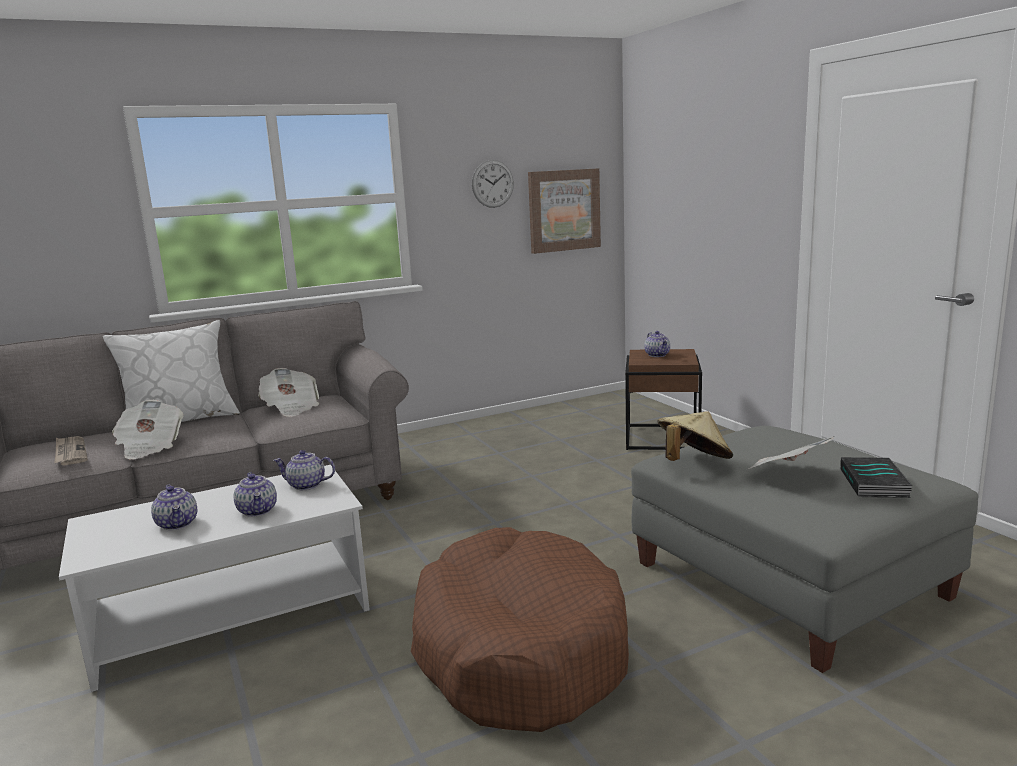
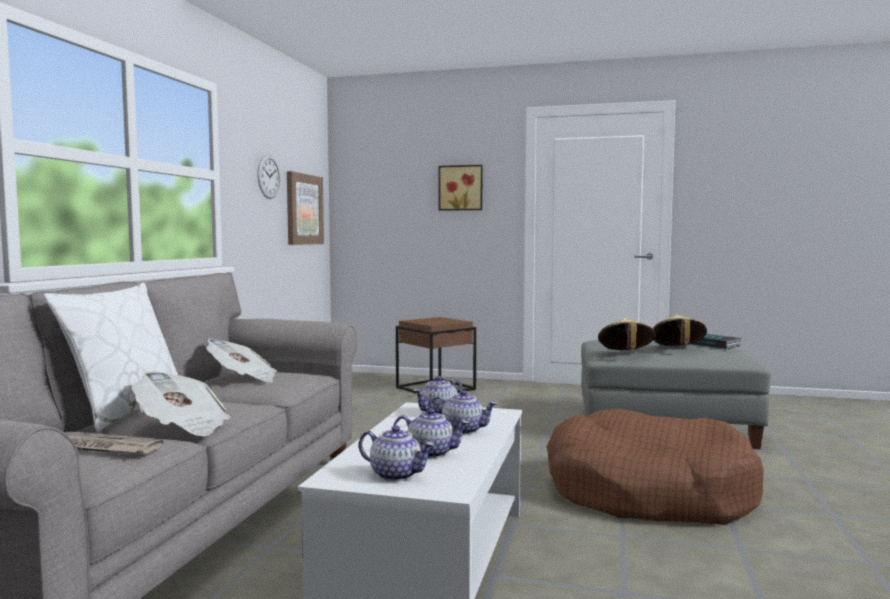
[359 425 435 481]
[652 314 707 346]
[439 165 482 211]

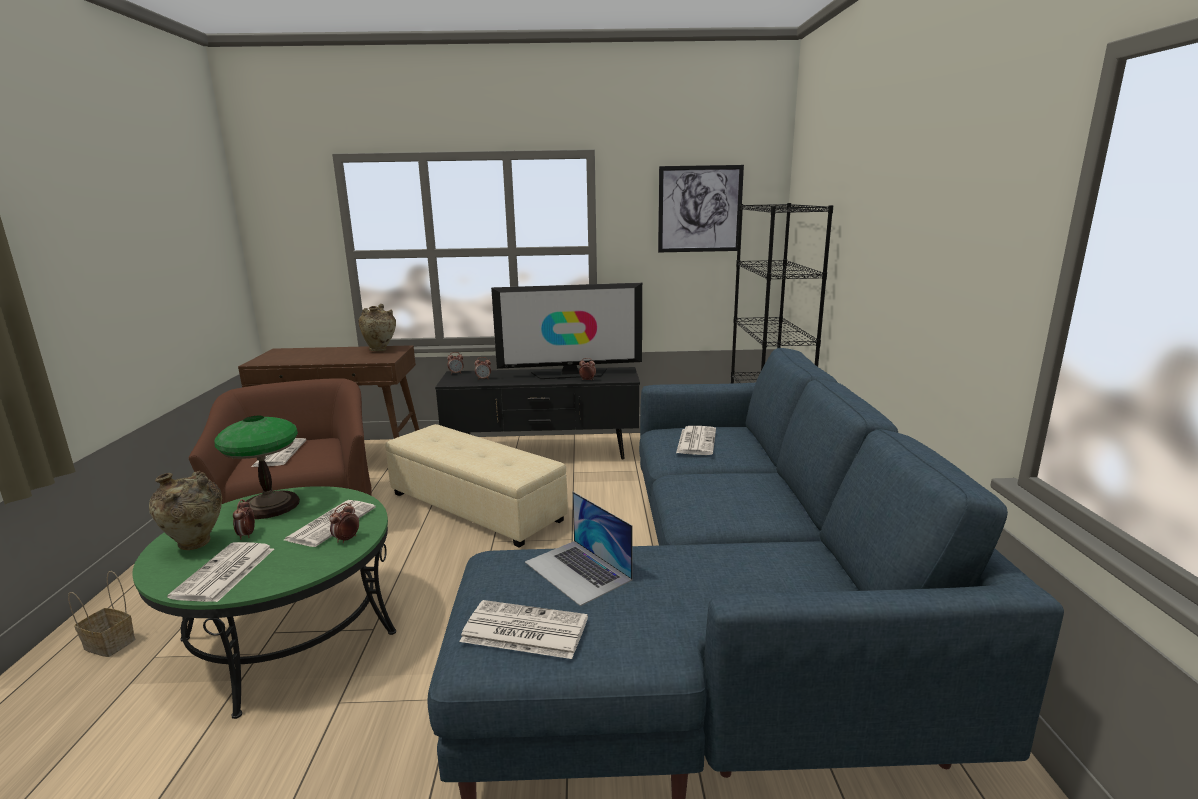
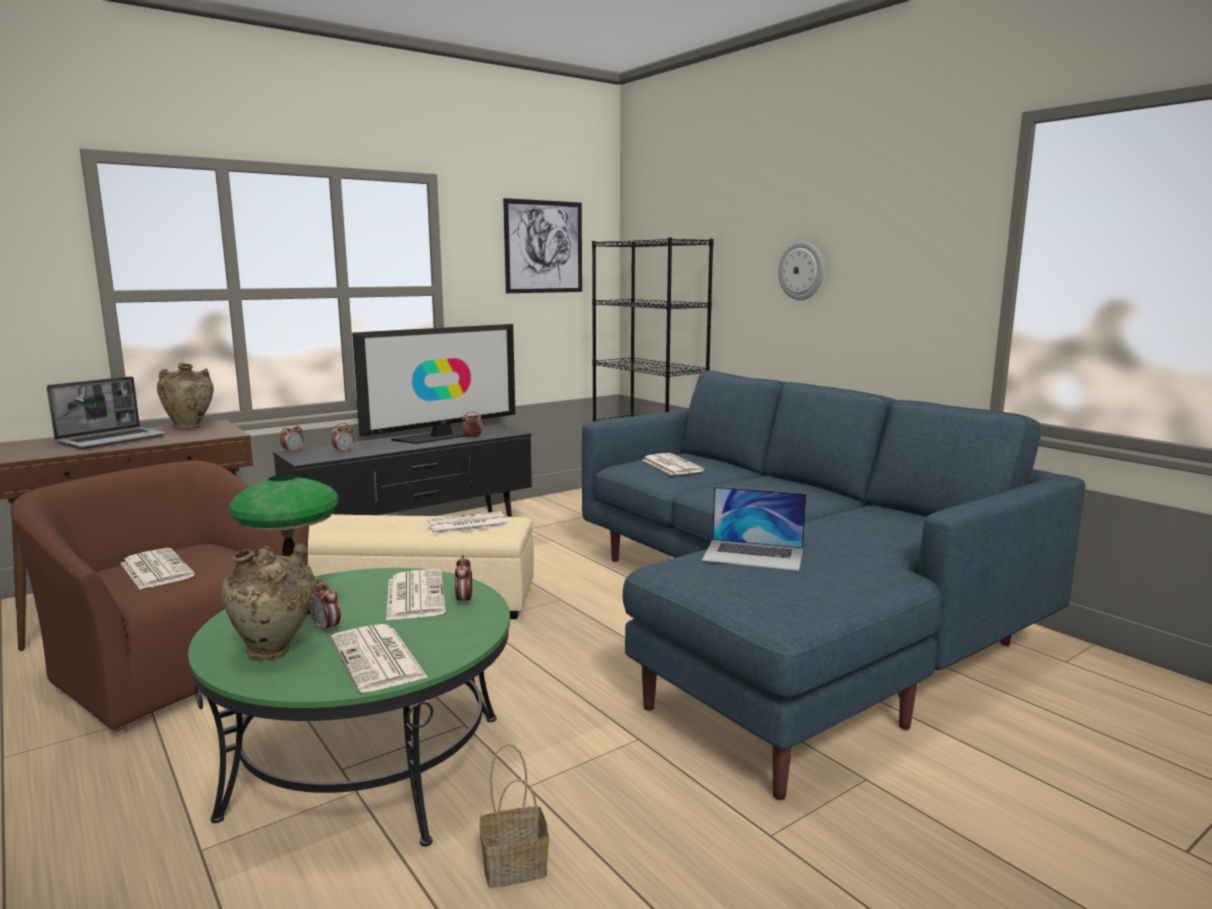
[479 744 549 888]
[427 511 509 535]
[47 376 166 449]
[778 241 824 300]

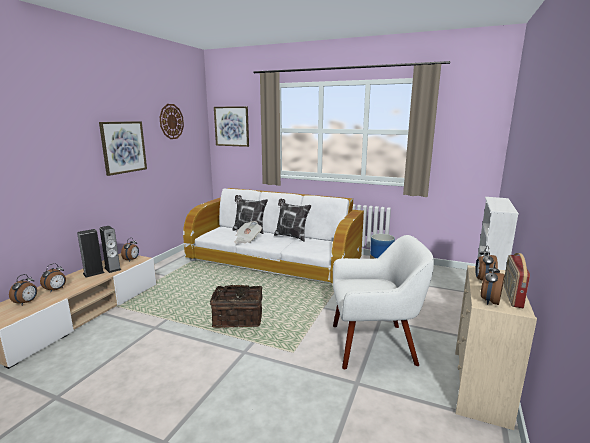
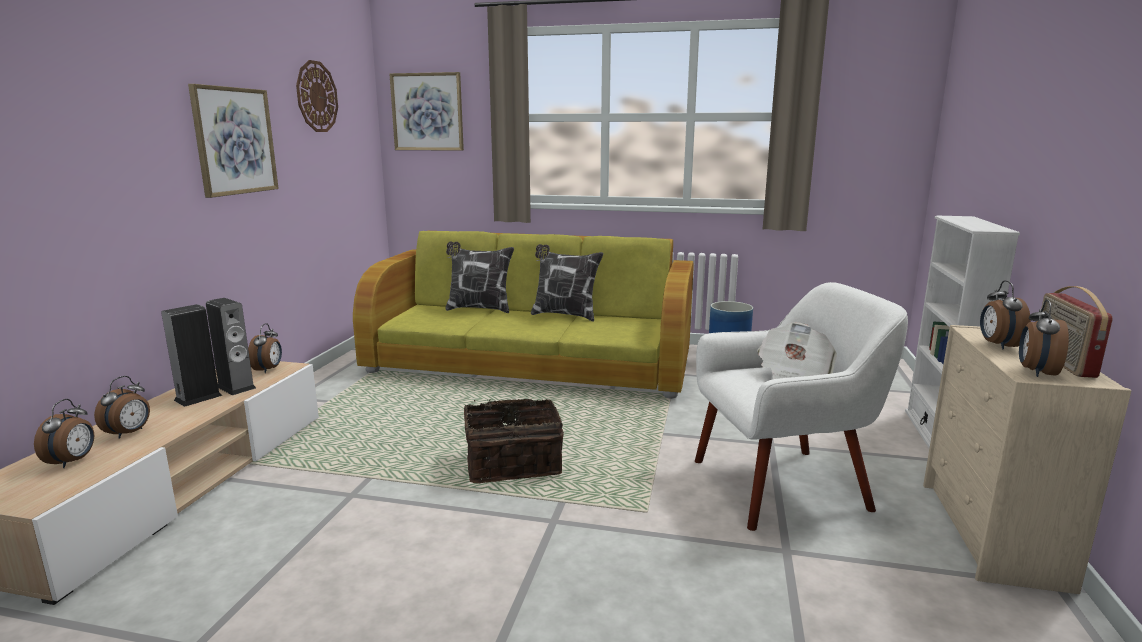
[353 231 694 399]
[757 322 837 379]

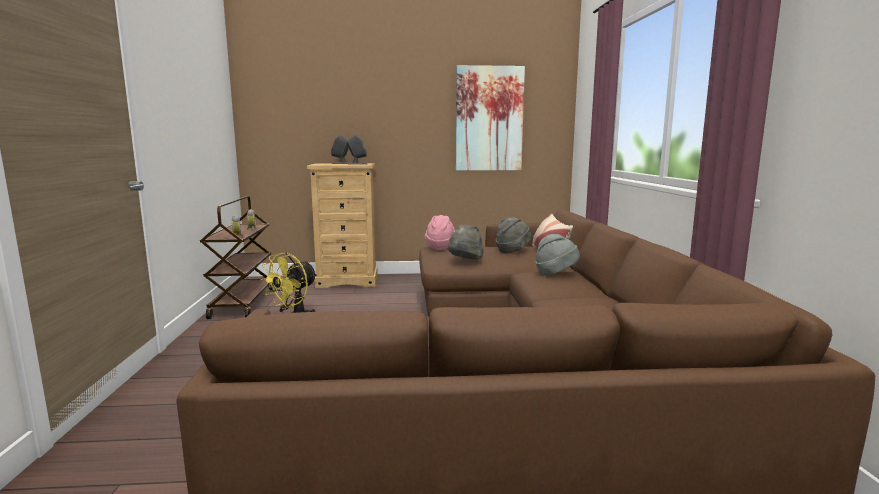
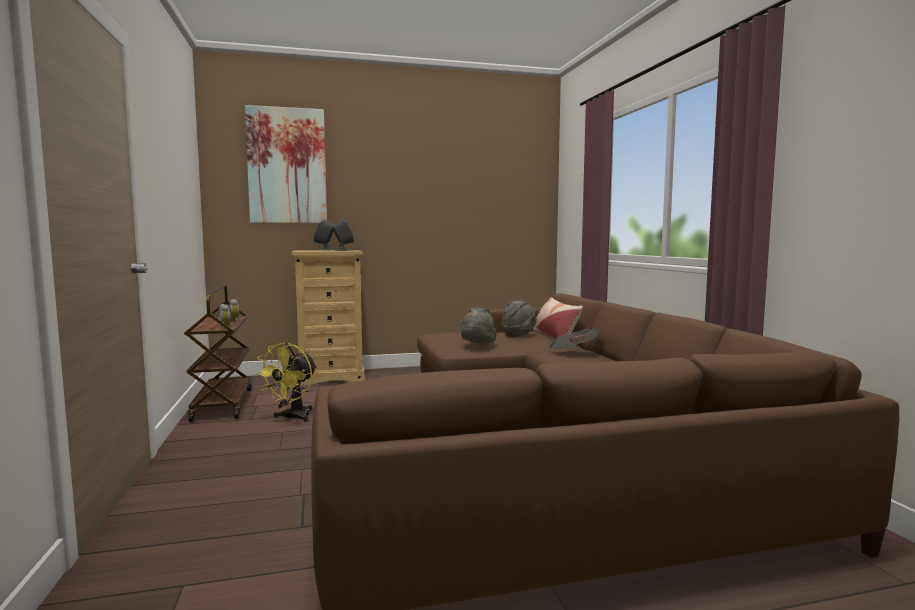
[425 215 455 250] (first image)
[245 105 327 223]
[549 328 601 349]

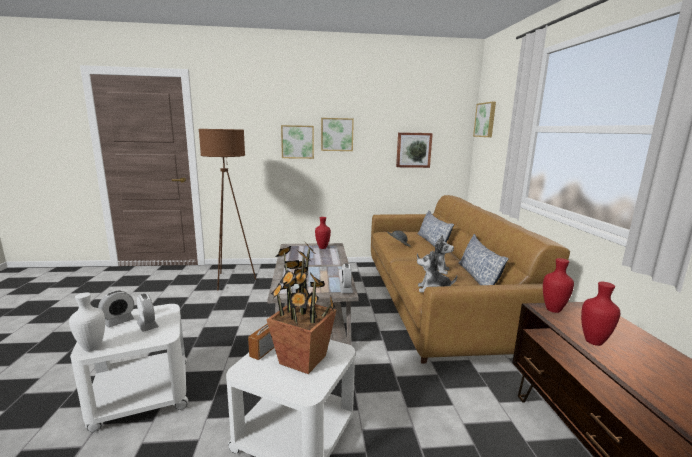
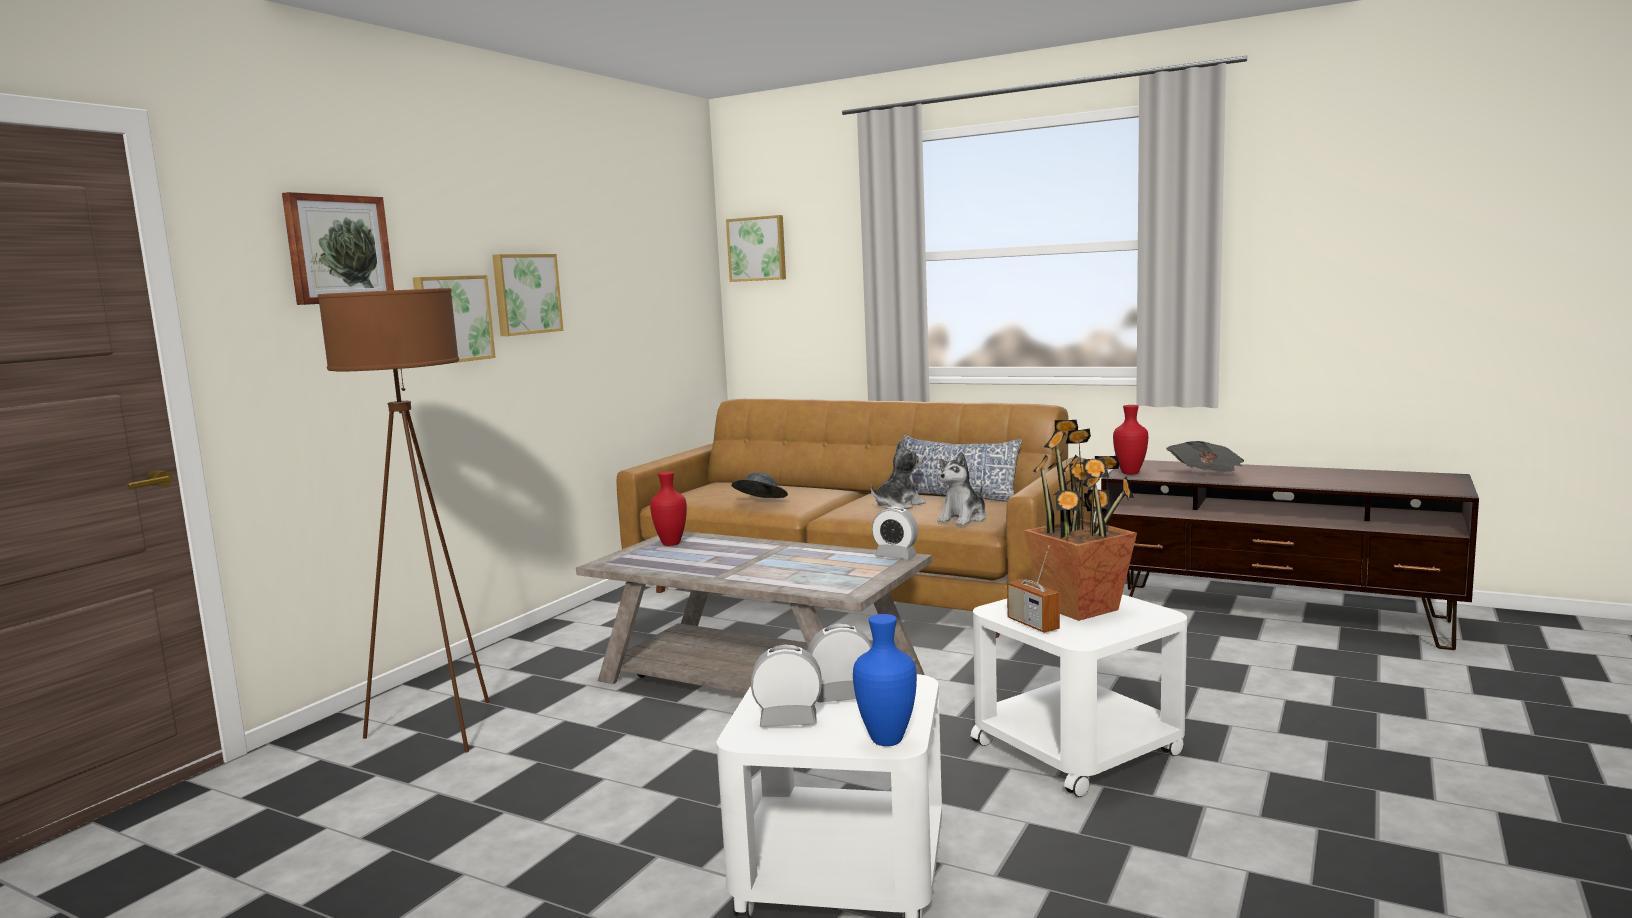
[853 614 917 746]
[751 645 822 727]
[282 192 394 305]
[418 211 454 247] (first image)
[1166 441 1244 472]

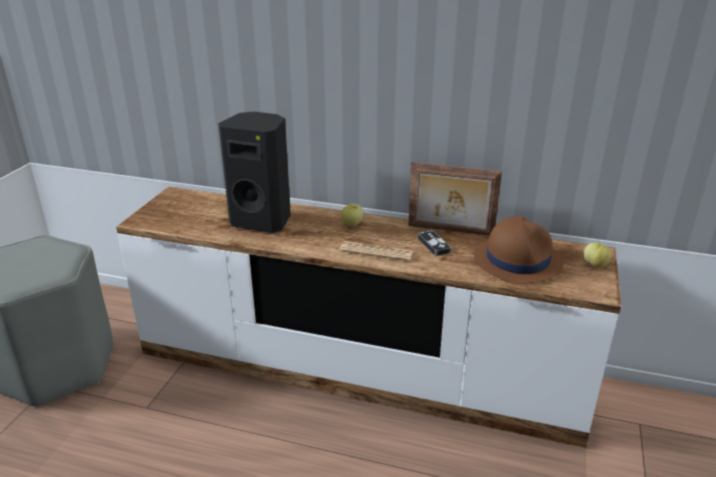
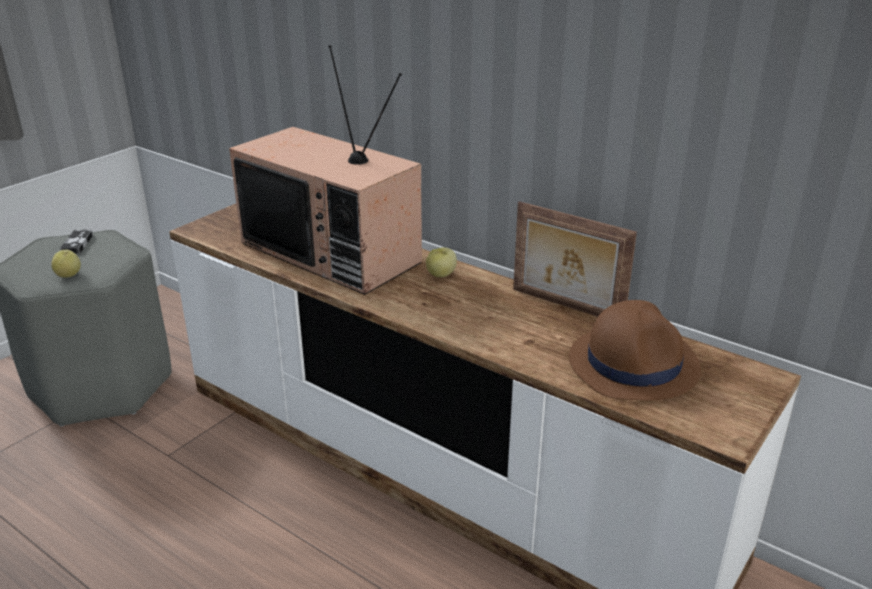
[229 45 422 295]
[339 241 413 261] (first image)
[60 230 93 254]
[51 250 81 278]

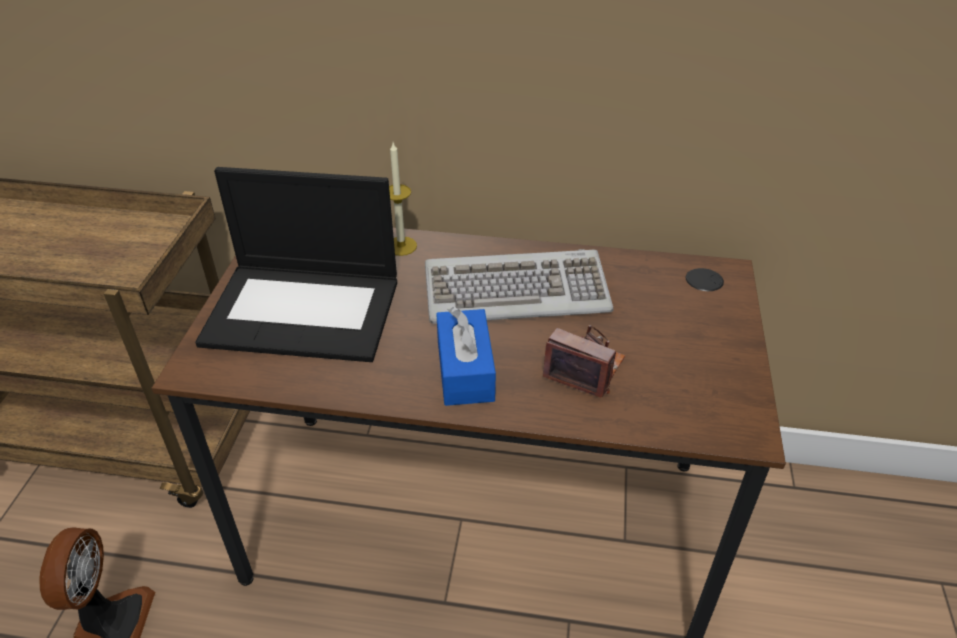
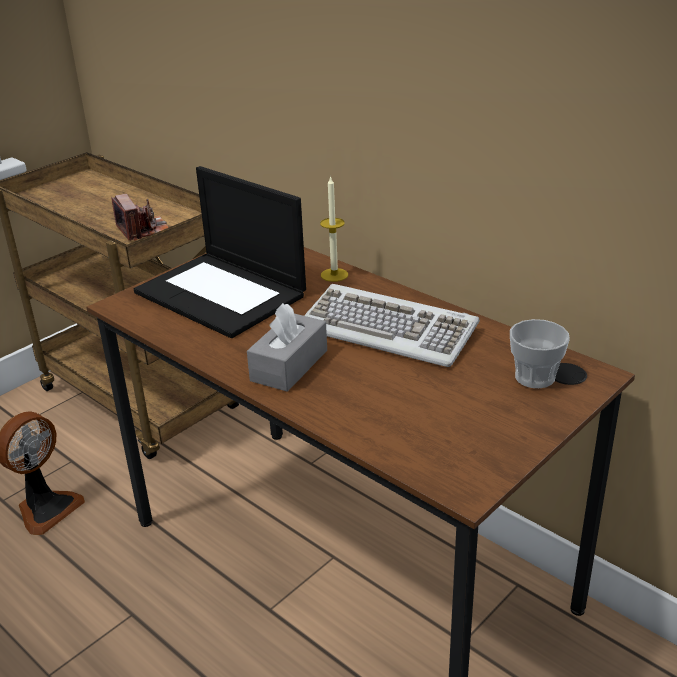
[247 303 327 392]
[111 194 169 241]
[510 319 570 388]

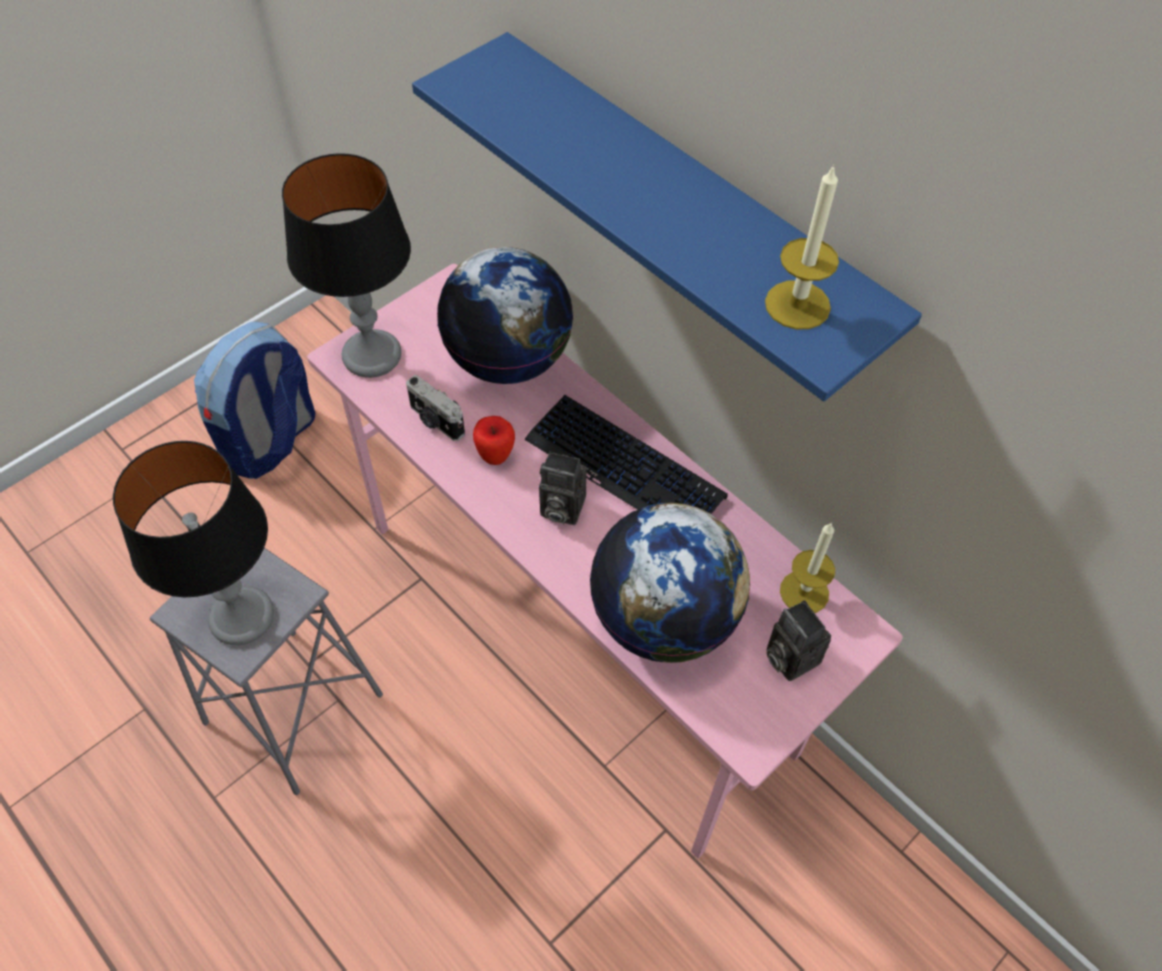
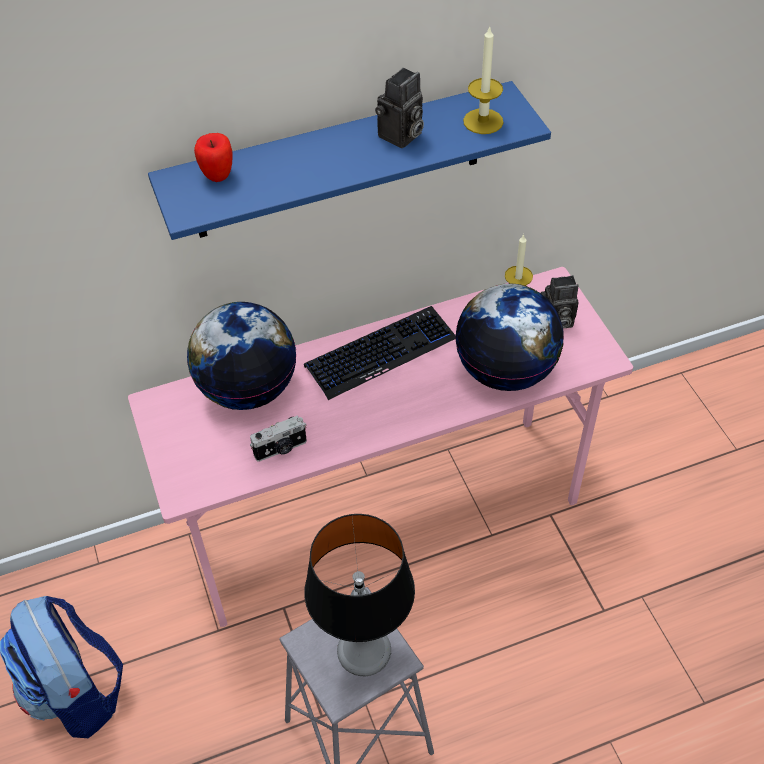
[282 153 411 378] (first image)
[194 133 233 182]
[375 68 424 148]

